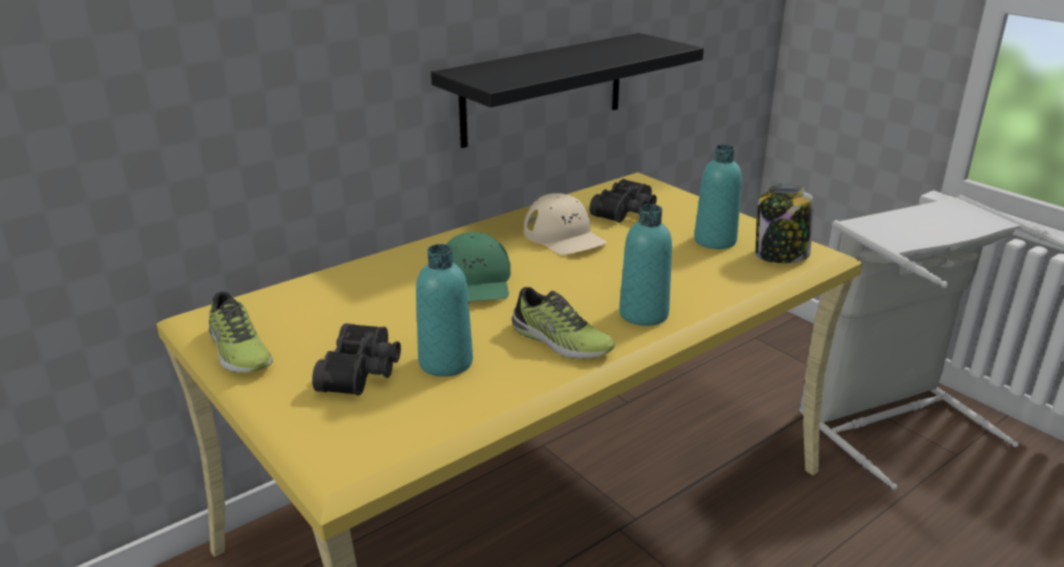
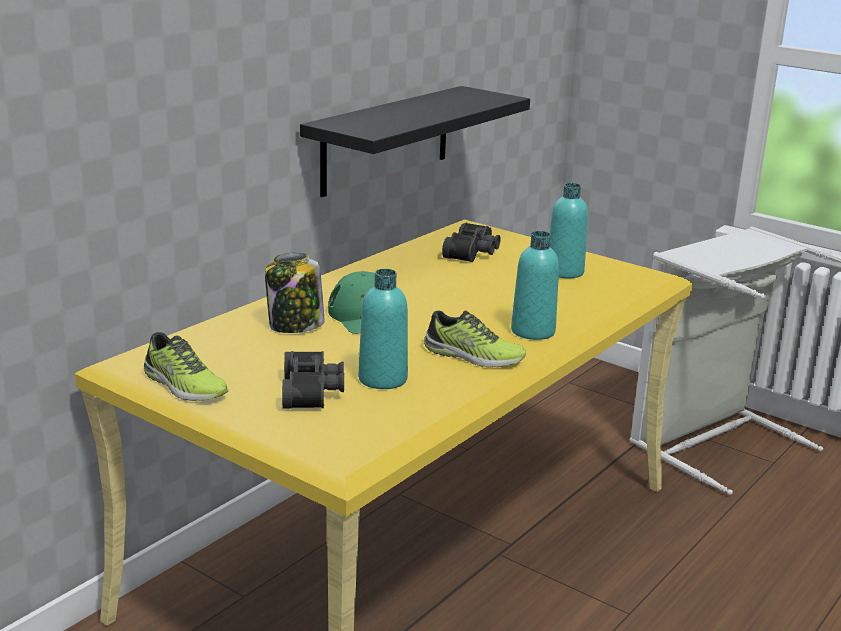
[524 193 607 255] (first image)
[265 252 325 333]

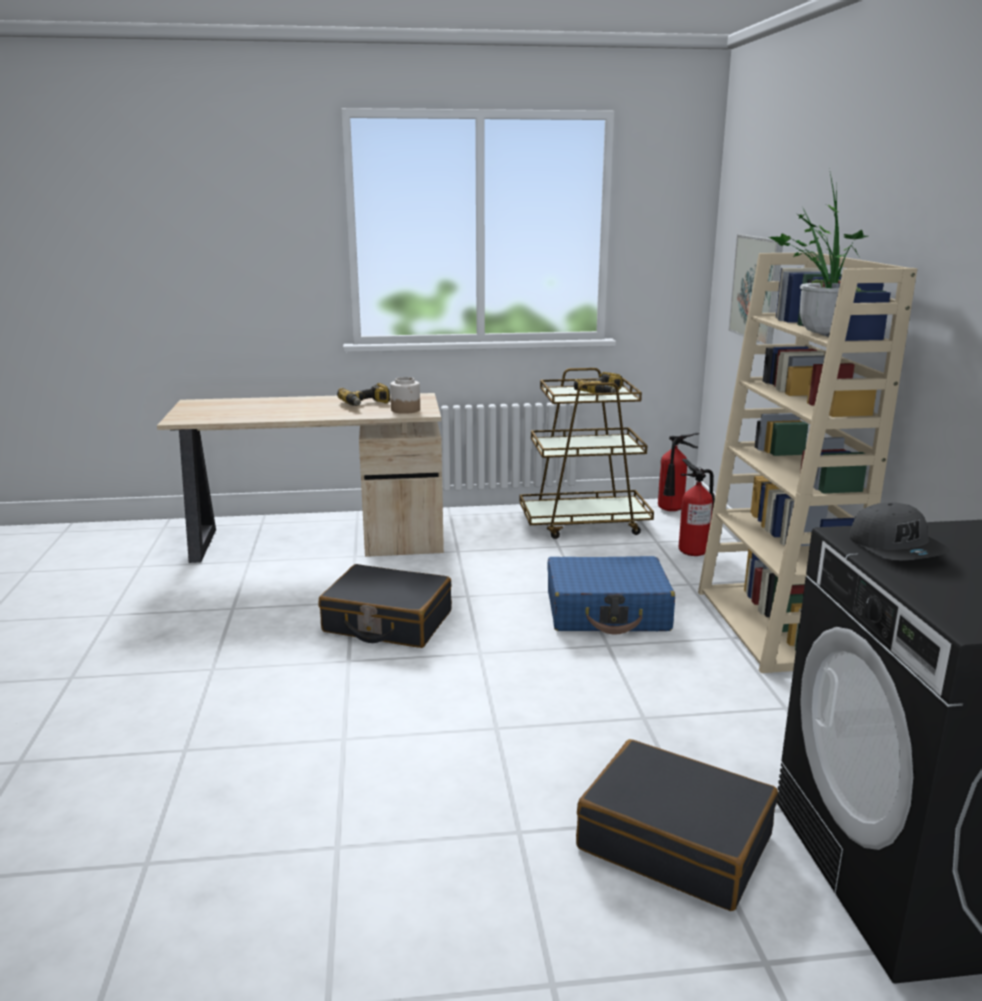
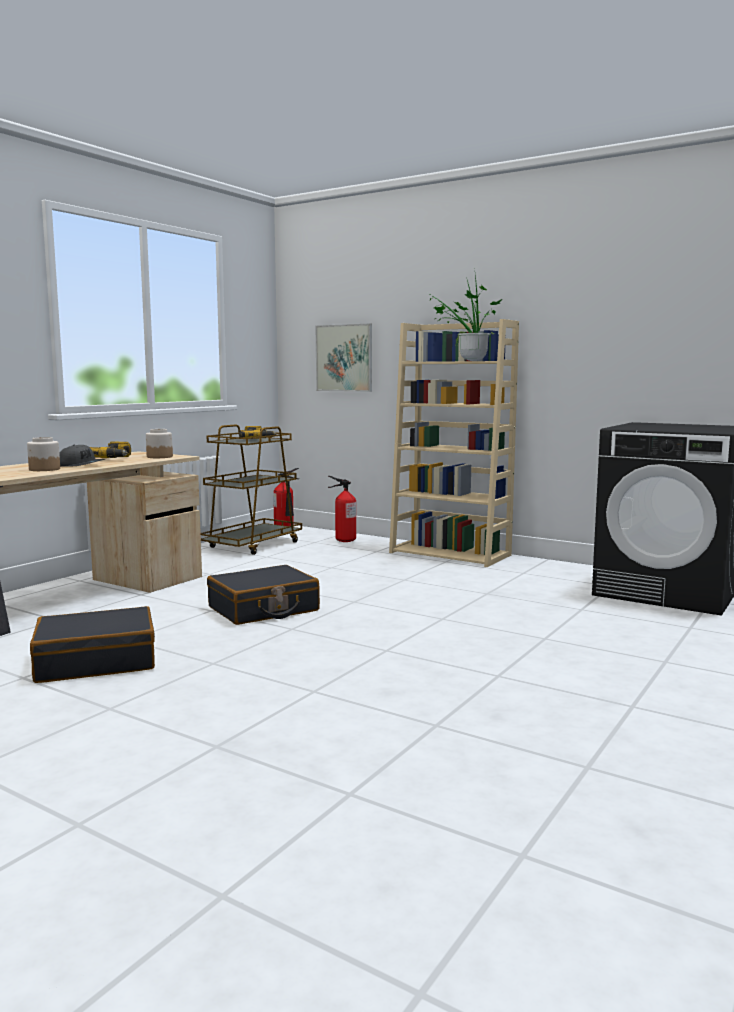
[547 556 675 634] (first image)
[30 606 155 683]
[59 445 106 466]
[27 437 60 471]

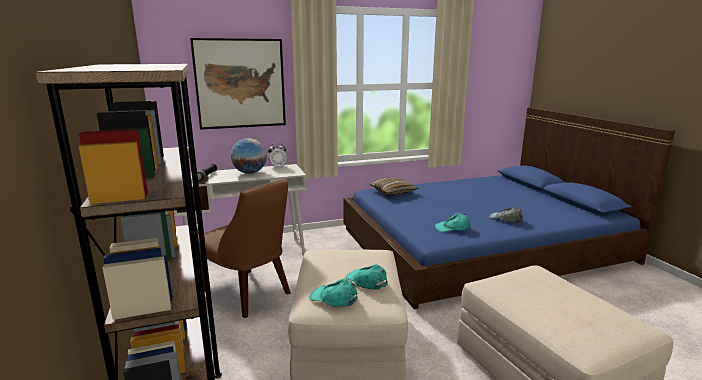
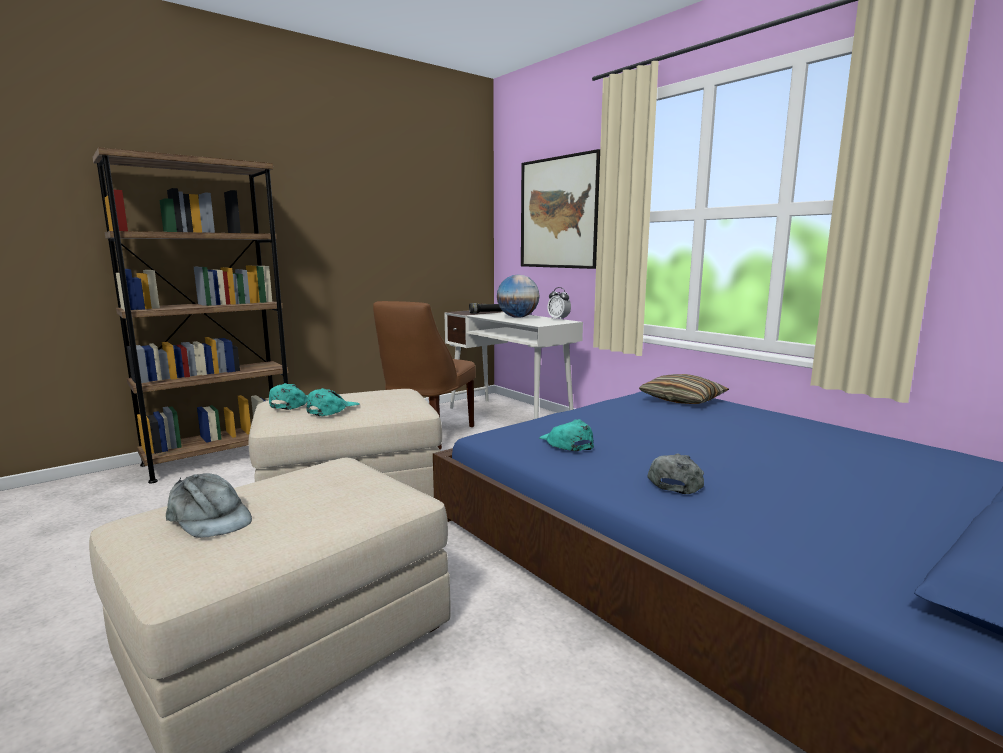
[166 473 252 538]

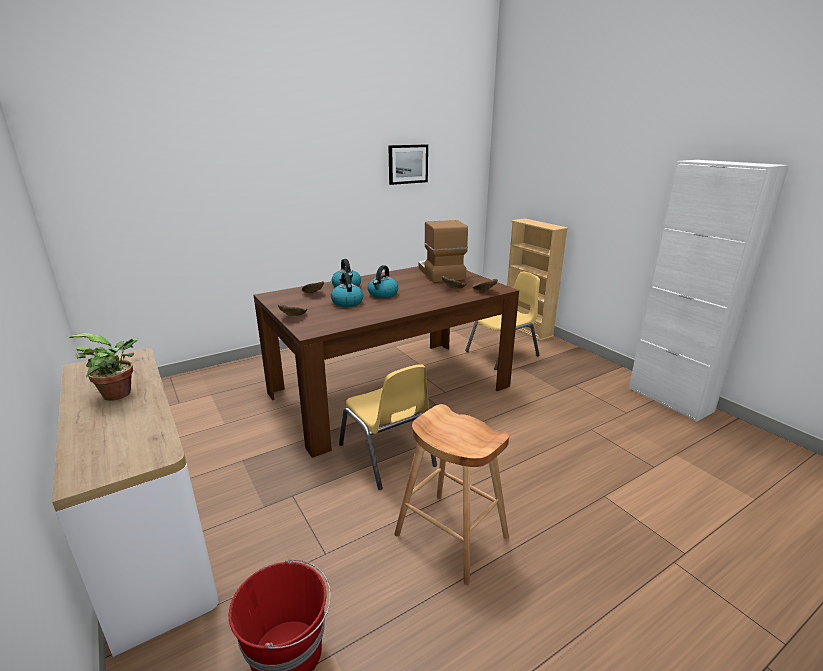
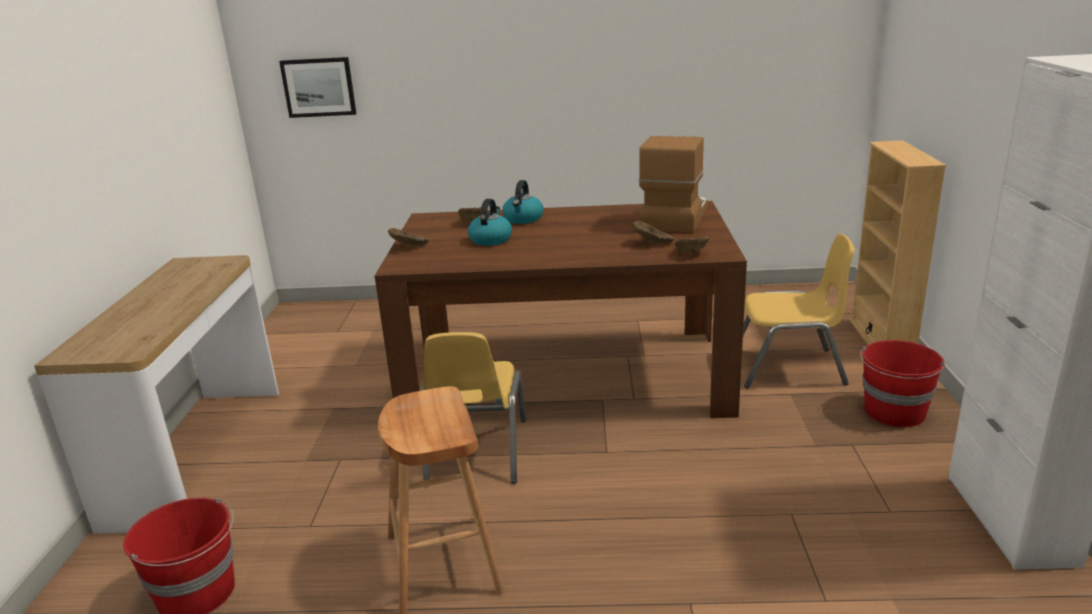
[69 333 139 401] (first image)
[368 265 398 298] (first image)
[279 57 357 118]
[860 340 945 427]

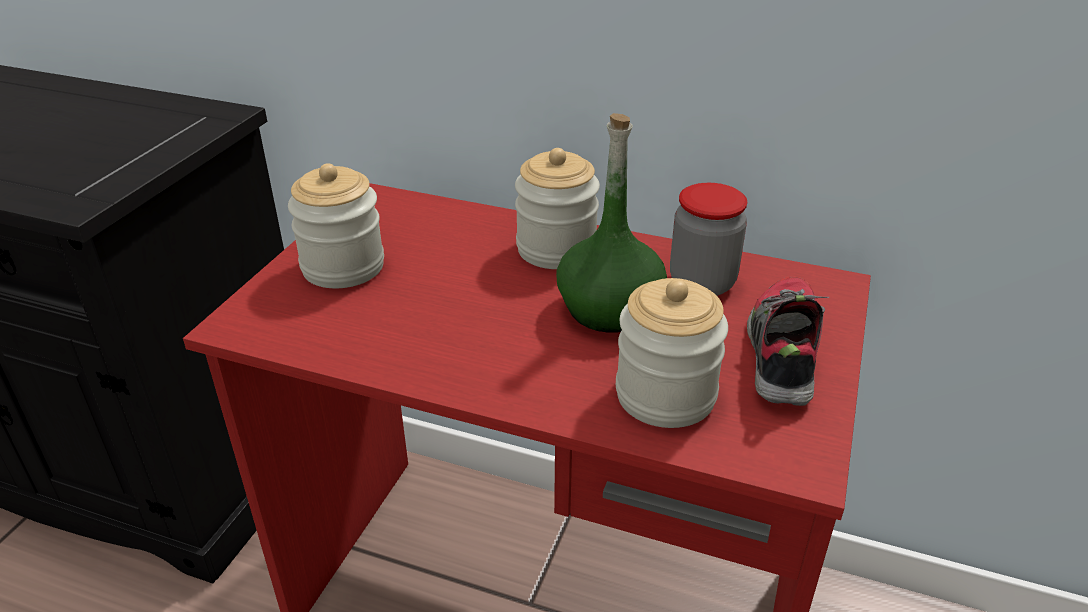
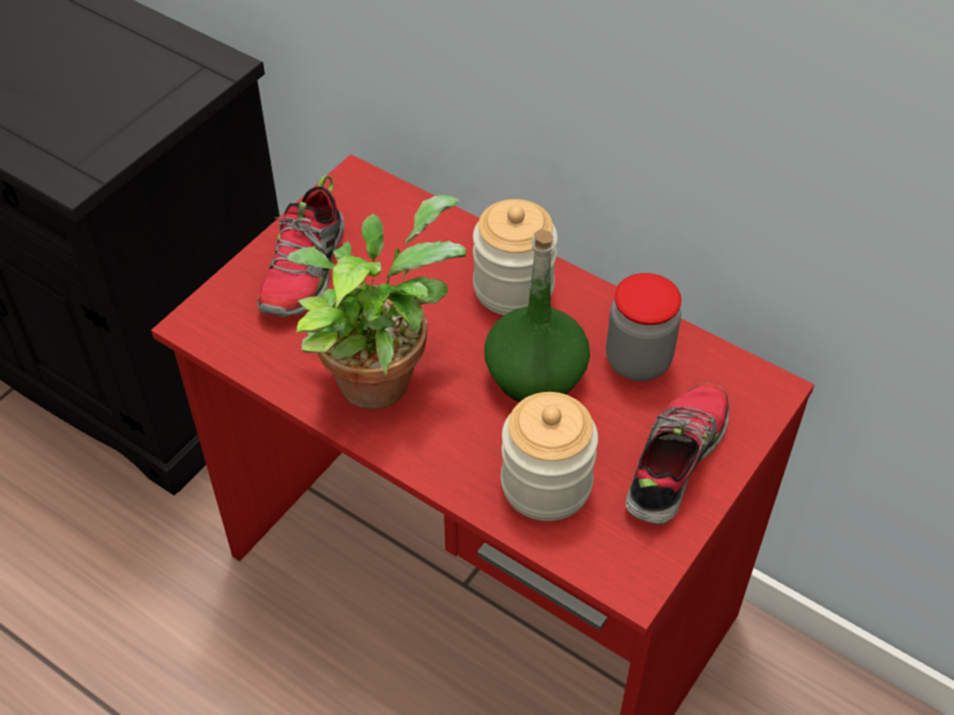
[257 175 344 317]
[287 195 466 409]

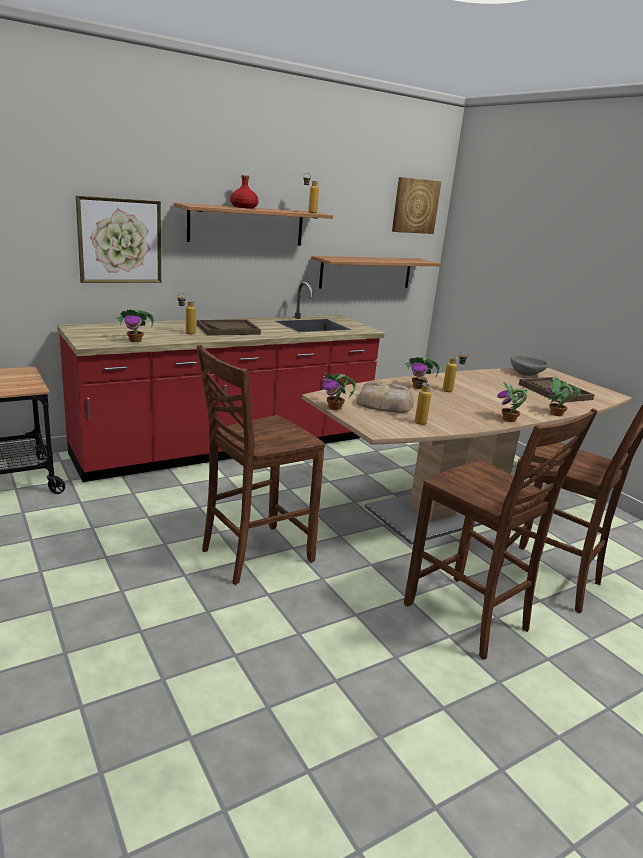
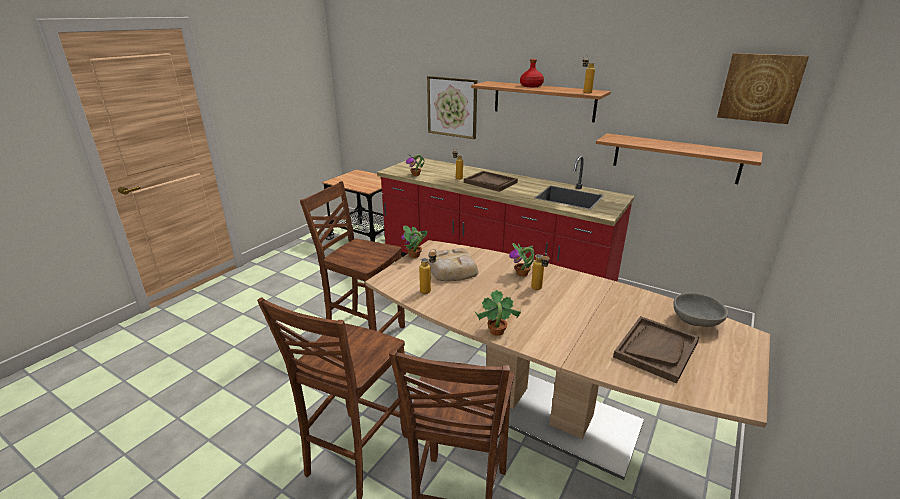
[547 377 580 416] (first image)

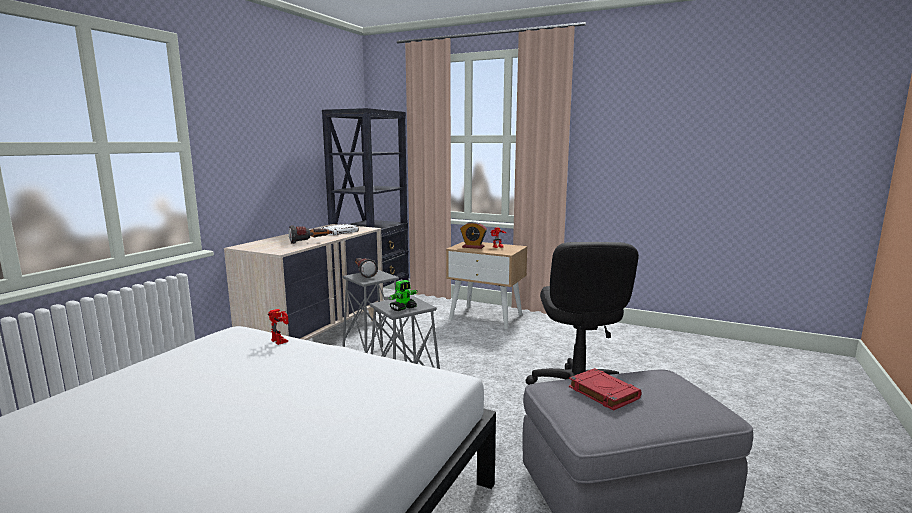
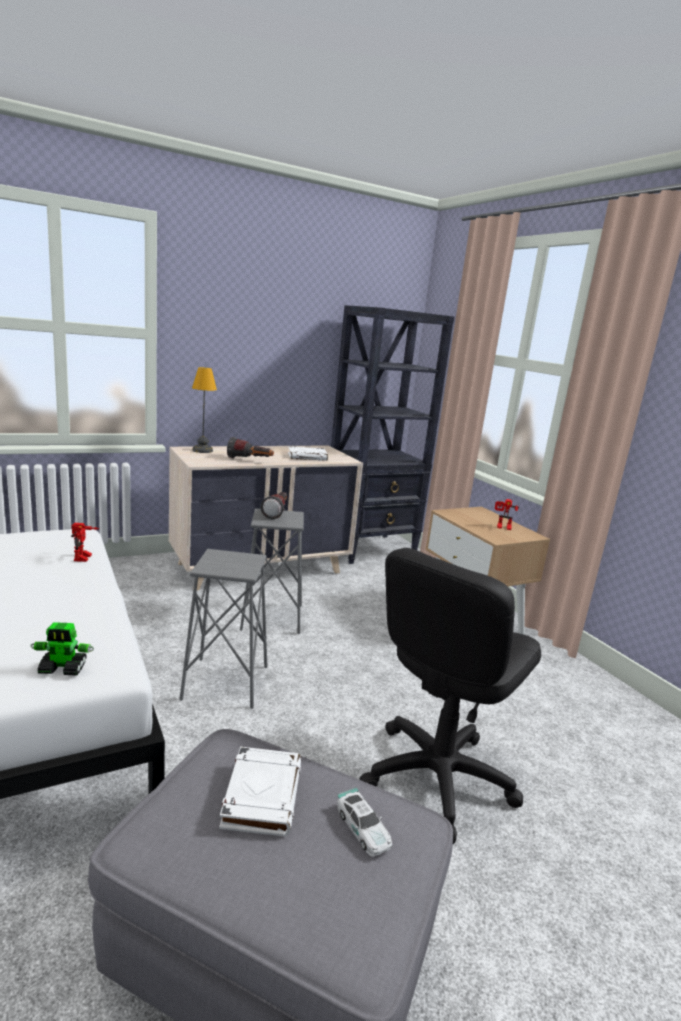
[30 622 94 676]
[460 221 487 249] (first image)
[219 747 301 837]
[192 367 217 453]
[337 787 392 857]

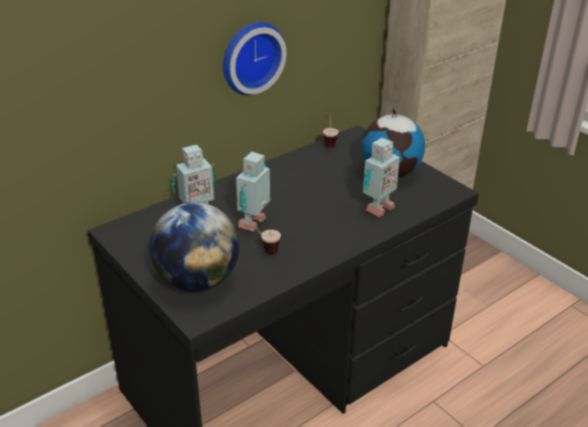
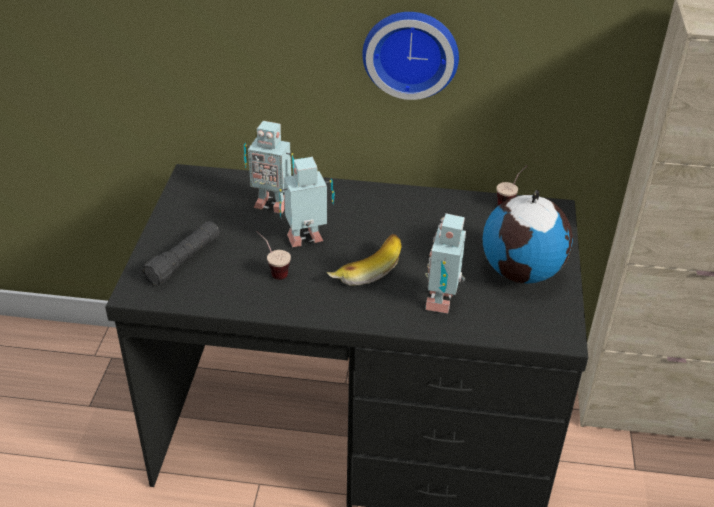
[142 221 220 286]
[425 213 466 313]
[327 234 402 286]

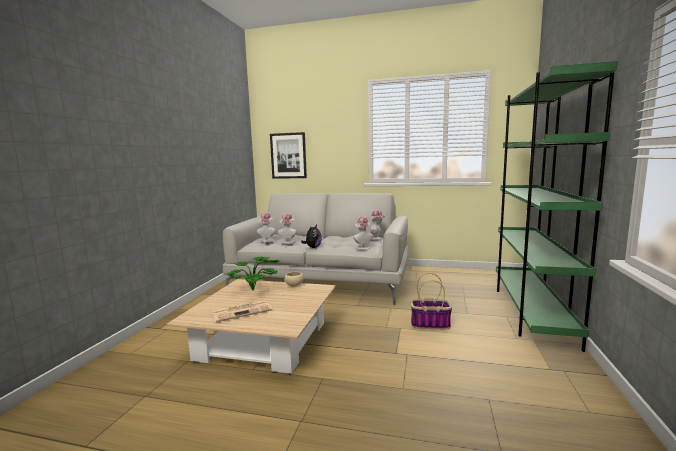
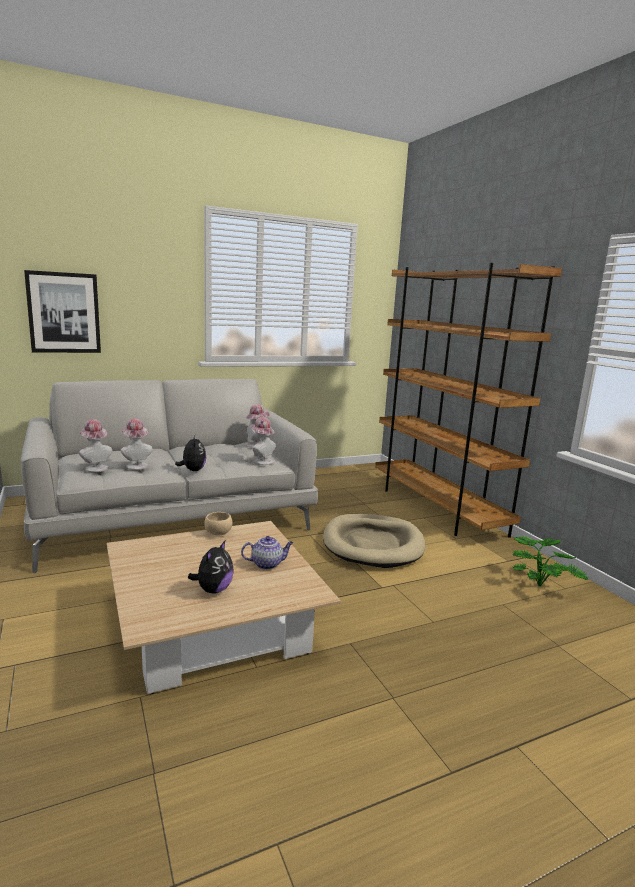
[188 541 234 594]
[512 536 588 587]
[323 514 425 568]
[375 263 562 538]
[241 536 293 570]

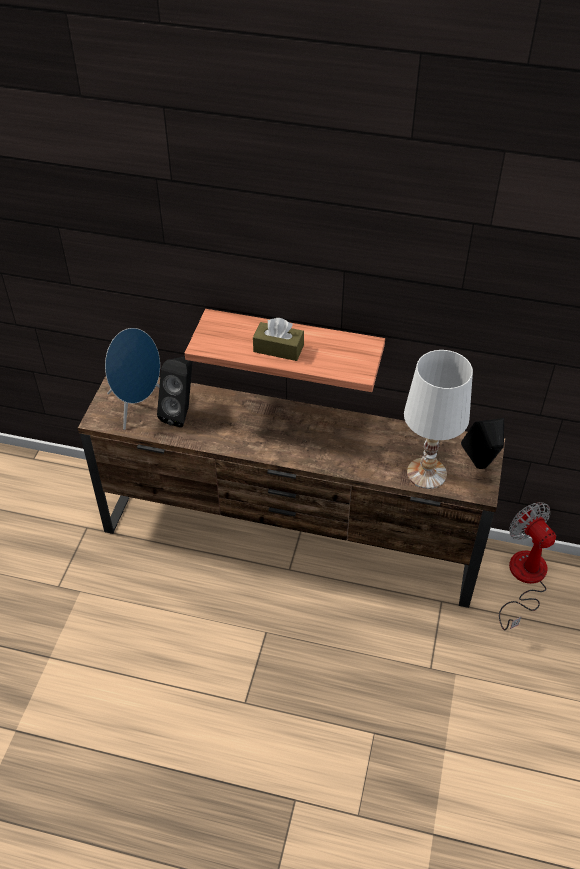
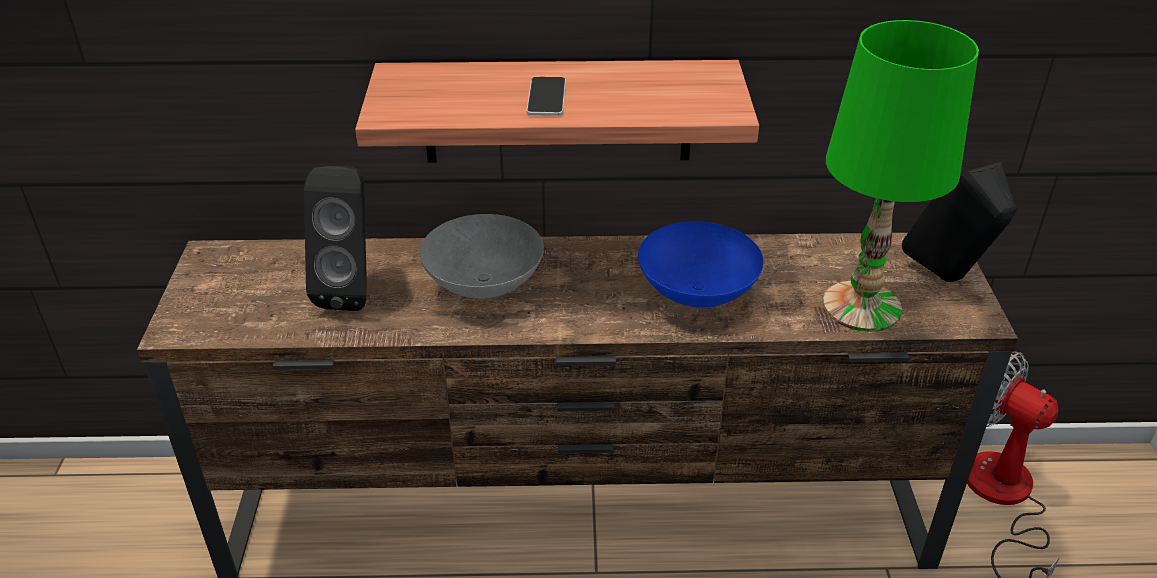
[105 328 160 430] (first image)
[526 77 566 116]
[823 20 979 332]
[420 214 544 299]
[638 221 764 307]

